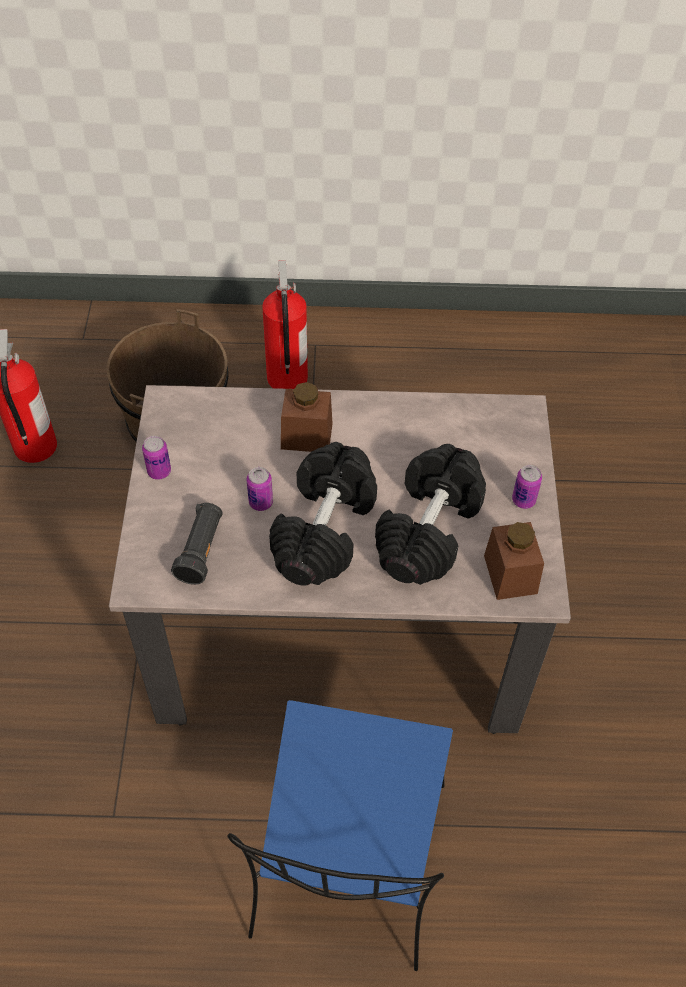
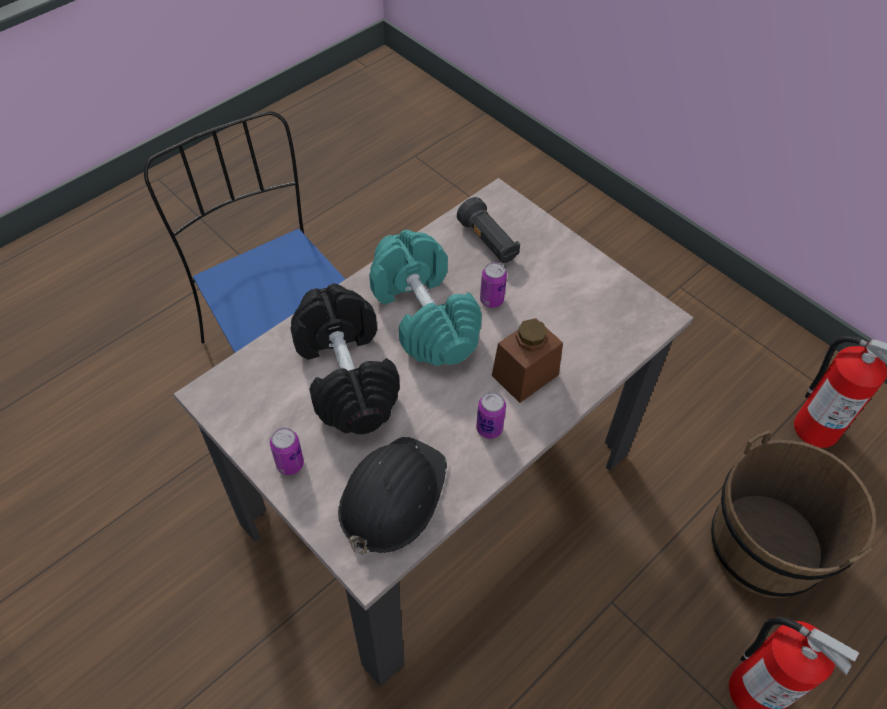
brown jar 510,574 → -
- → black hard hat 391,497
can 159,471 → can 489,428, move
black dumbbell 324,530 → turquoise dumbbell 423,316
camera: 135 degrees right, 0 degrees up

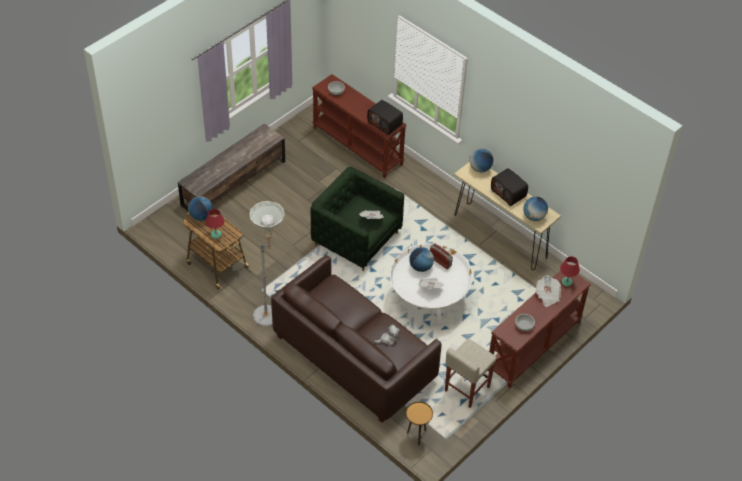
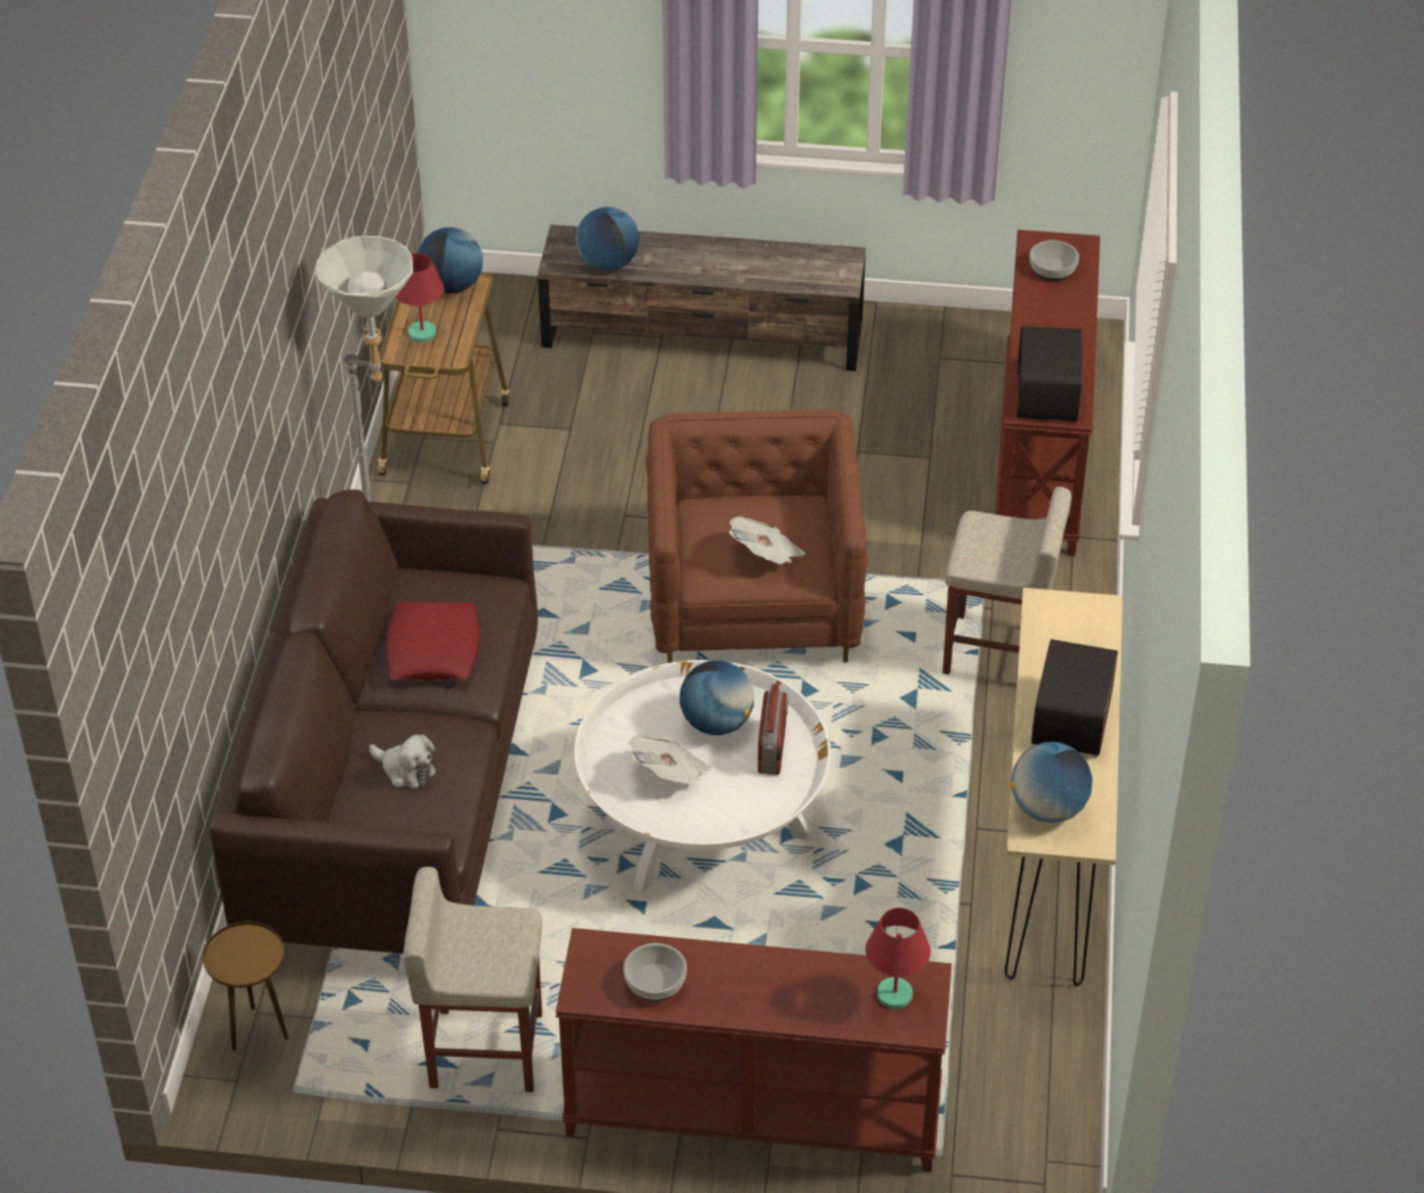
newspaper 547,296 → -
- → red pillow 433,649
- → beige stool 996,653
globe 480,168 → globe 608,264, move
green armchair 356,239 → brown armchair 753,604
camera: 55 degrees right, 5 degrees down

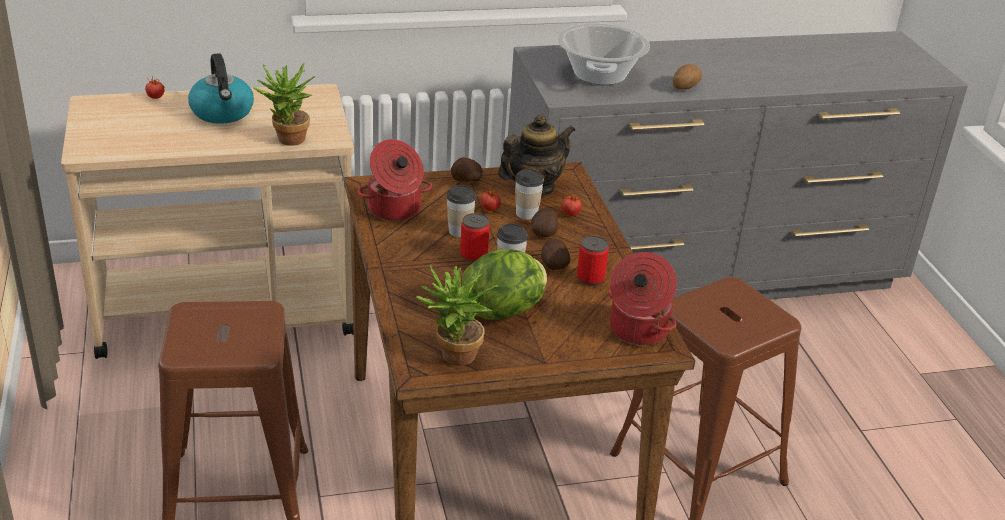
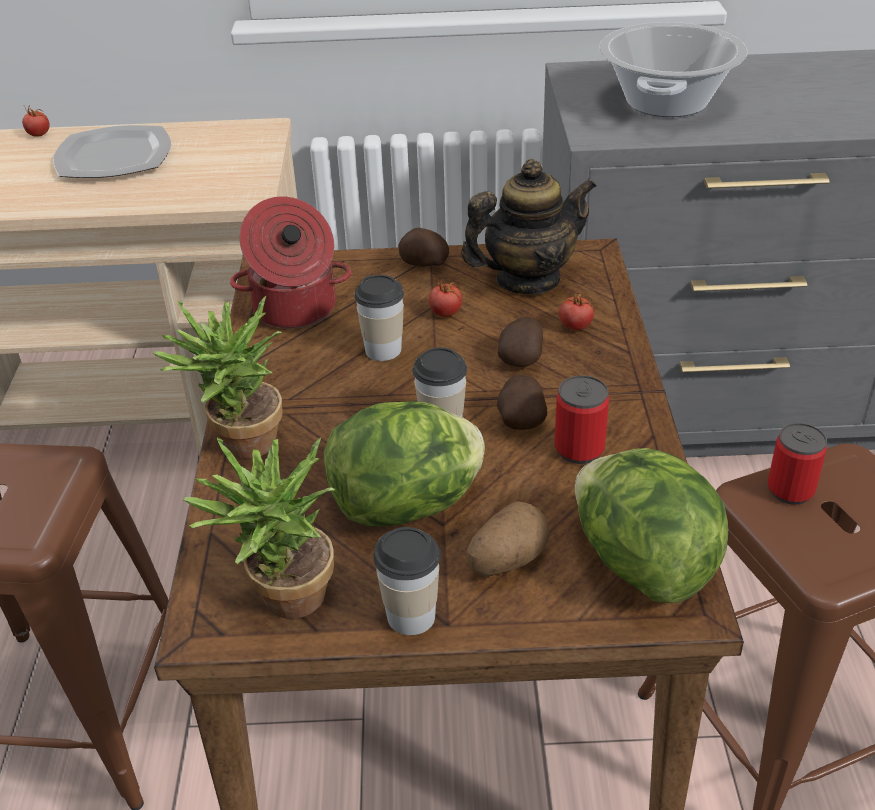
potted plant 287,141 → potted plant 240,447, move
can 474,255 → can 790,490, move
cup 526,214 → cup 411,616, move
potato 684,87 → potato 506,560, move
kettle 223,113 → plate 115,156
cooking pot 637,330 → lettuce 641,563
camera: 15 degrees right, 5 degrees up

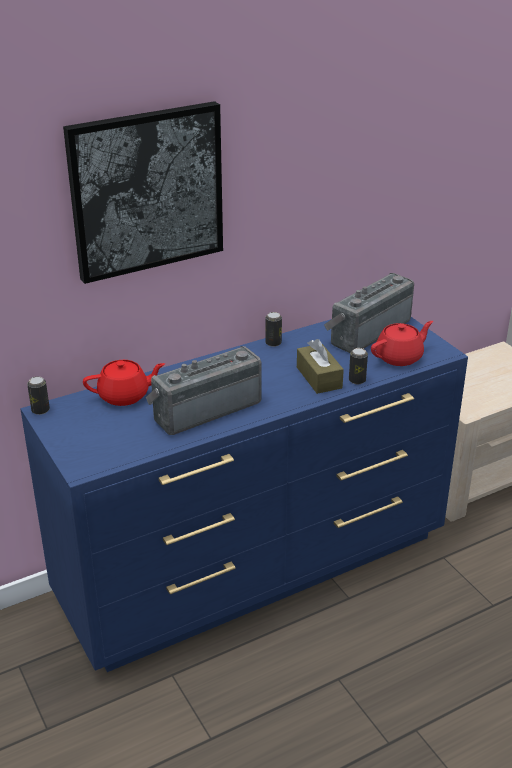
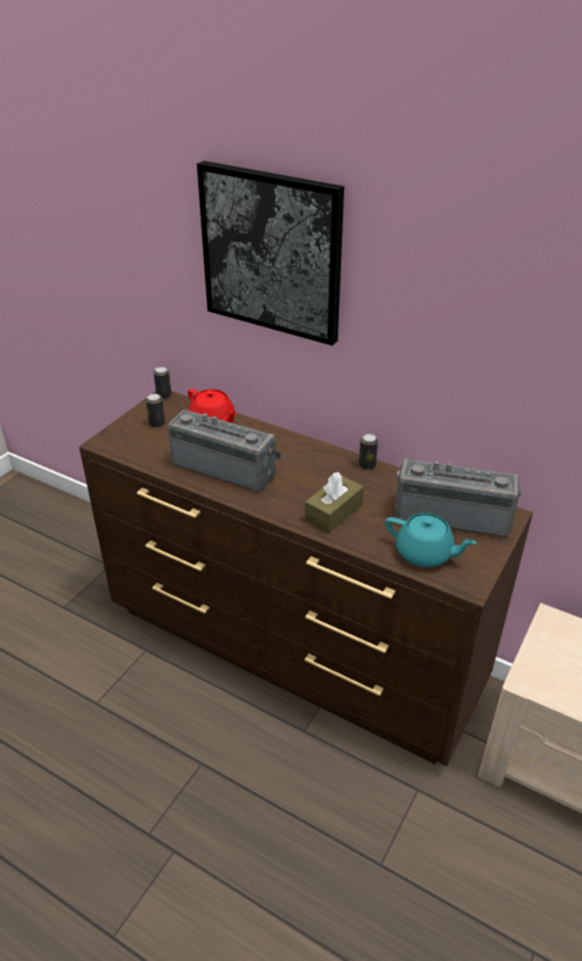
can 357,380 → can 157,424, move
blue dresser 256,567 → brown dresser 294,648
red teapot 400,357 → turquoise teapot 425,554
camera: 60 degrees right, 5 degrees up

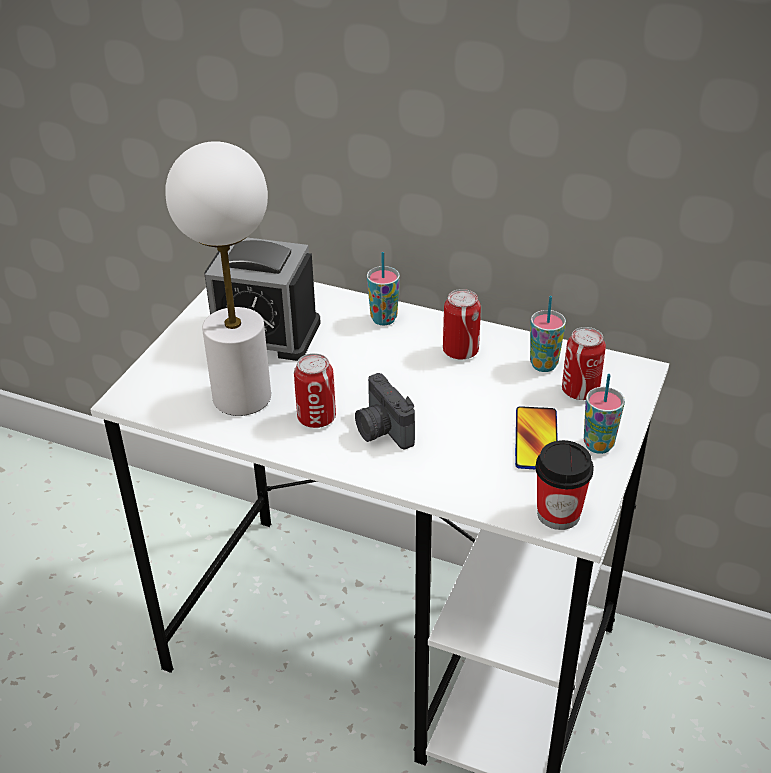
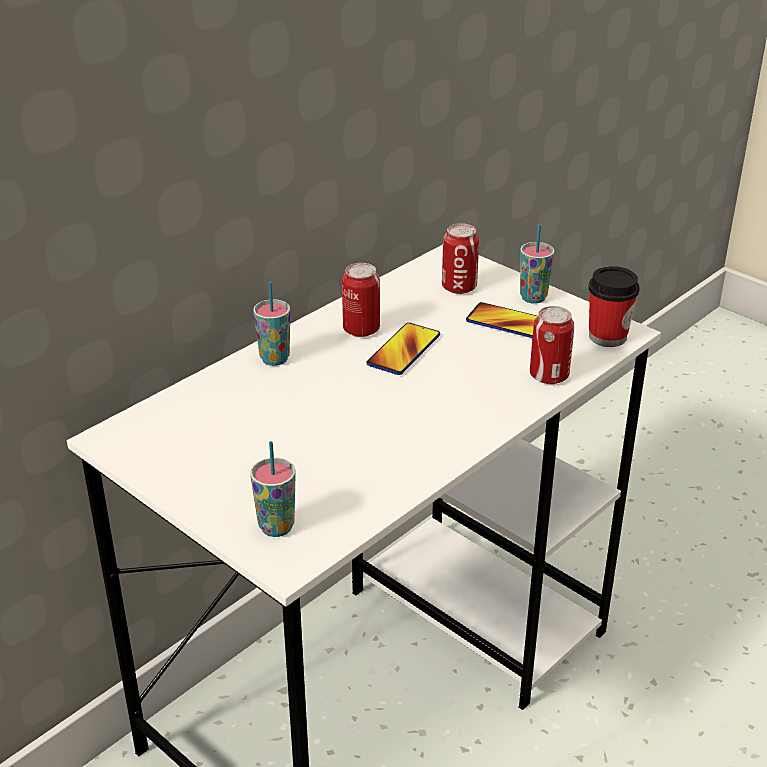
white table lamp 241,397 → -
alarm clock 265,333 → -
photo camera 382,430 → -
- → phone 404,350
can 316,418 → can 549,376, move
cup 543,365 → cup 276,527, move
camera: 70 degrees left, 5 degrees down

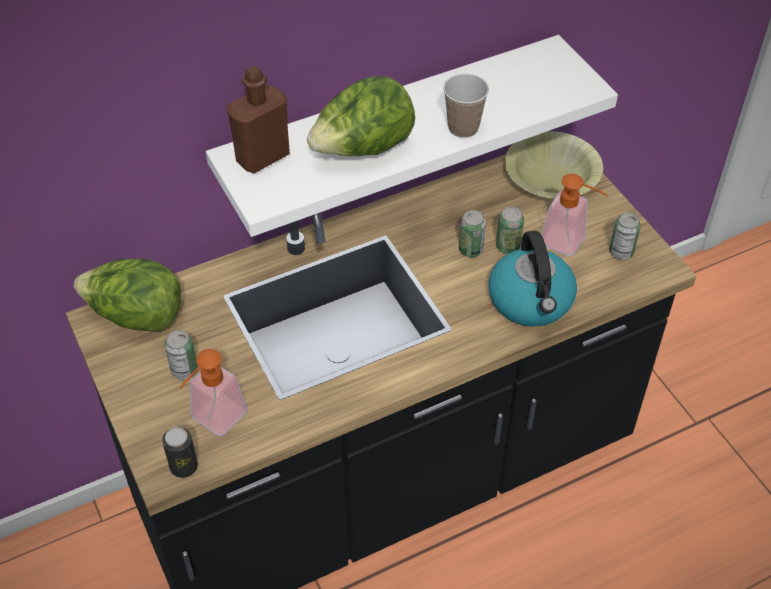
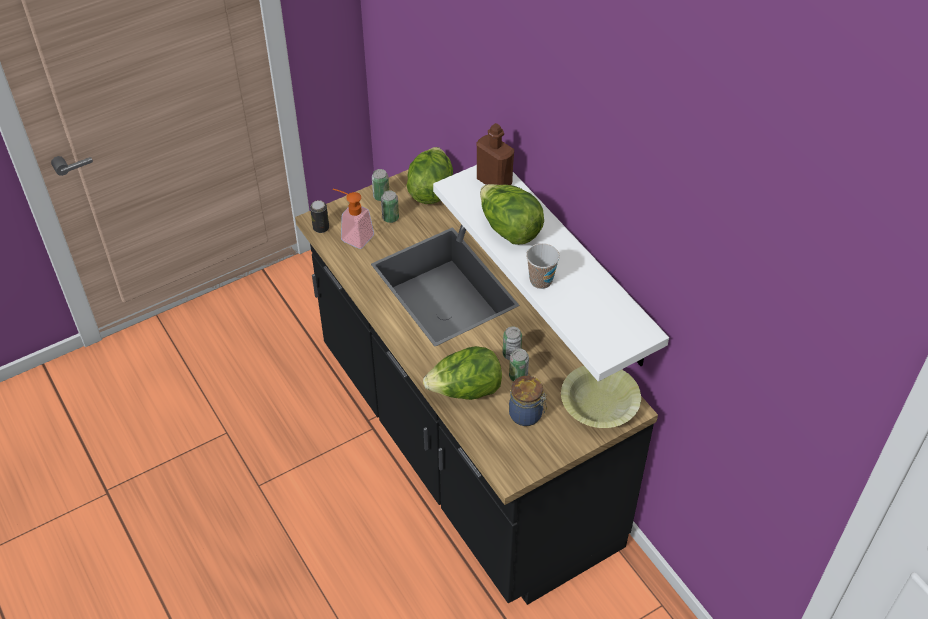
can 621,252 → can 381,196, move
kettle 531,301 → lettuce 465,391
soap dispenser 570,243 → jar 527,415
camera: 85 degrees right, 0 degrees up

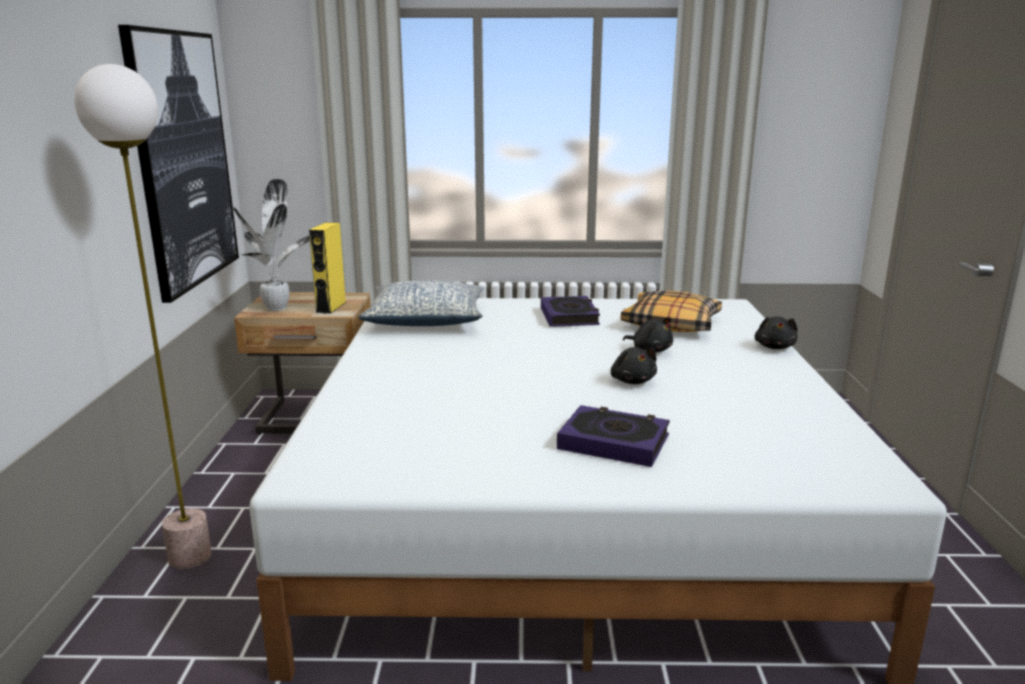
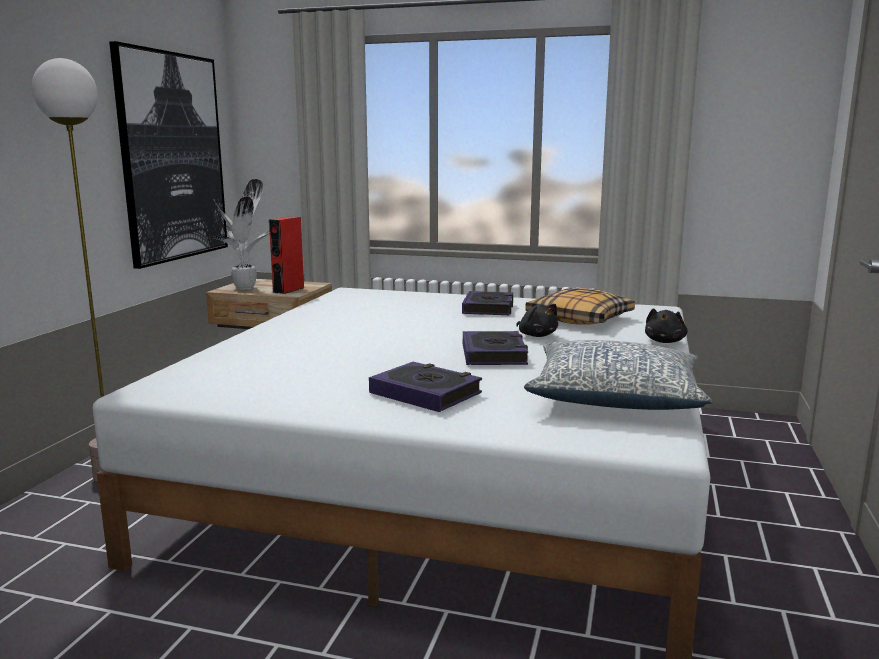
pillow 426,320 → pillow 615,397, move
black plush toy 632,381 → book 494,354
yellow speaker 331,307 → red speaker 288,290
camera: 15 degrees right, 5 degrees down

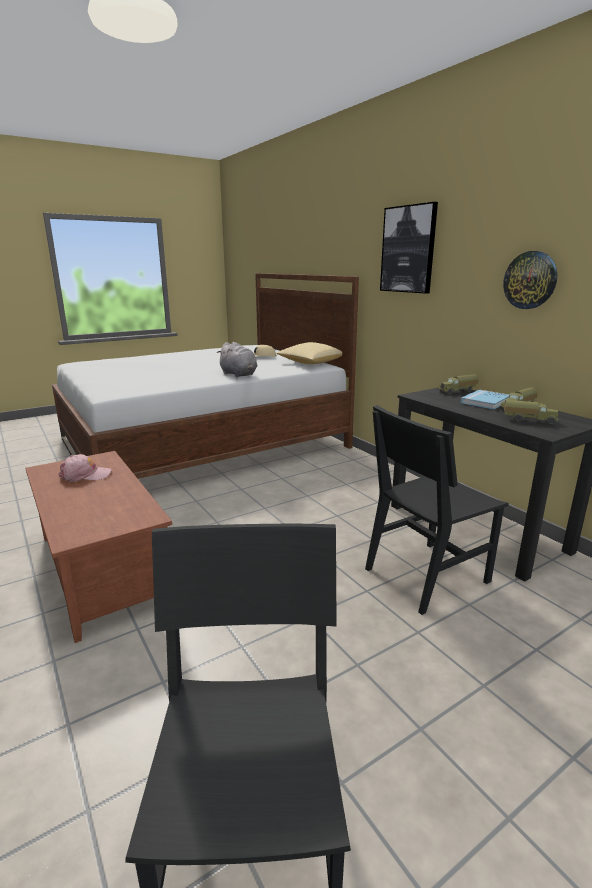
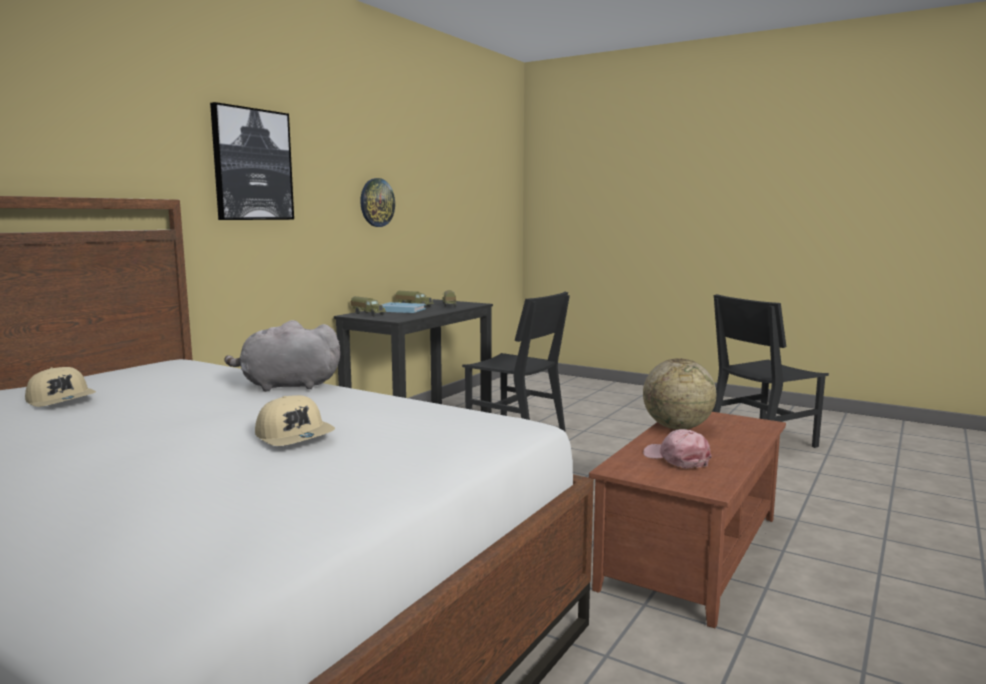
pillow 310,363 → -
- → beige cap 295,436
- → globe 677,427
grey plush toy 239,375 → grey plush toy 286,386, 120 degrees counterclockwise
camera: 115 degrees left, 10 degrees down

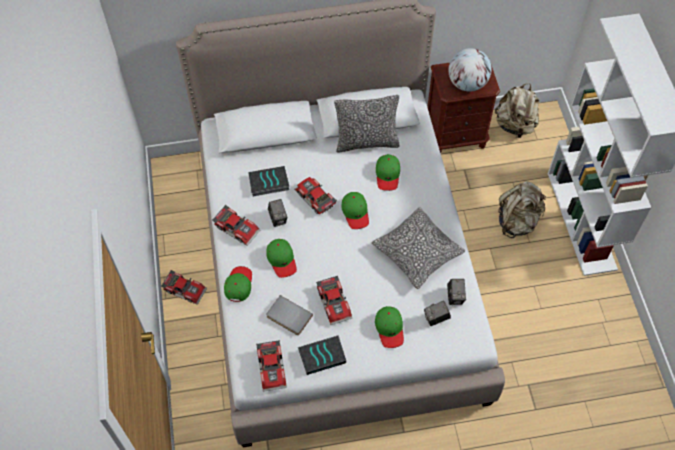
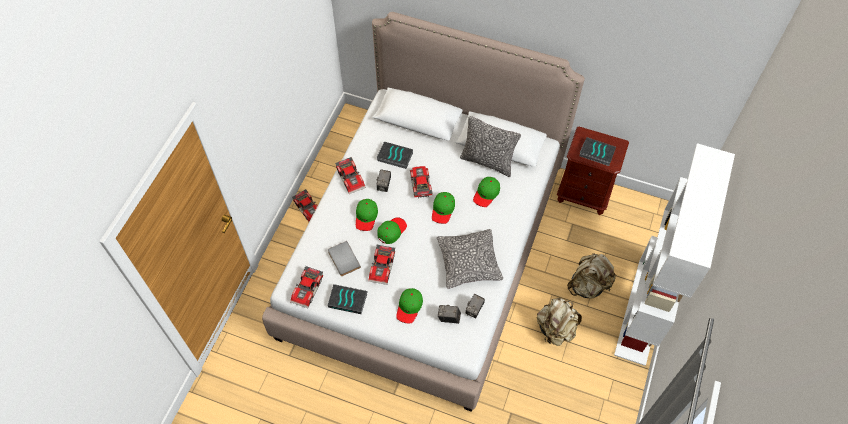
green cap 238,285 → green cap 391,231, move
beige backpack 515,125 → beige backpack 555,329, move
globe 467,83 → book 596,153
camera: 30 degrees right, 0 degrees up

